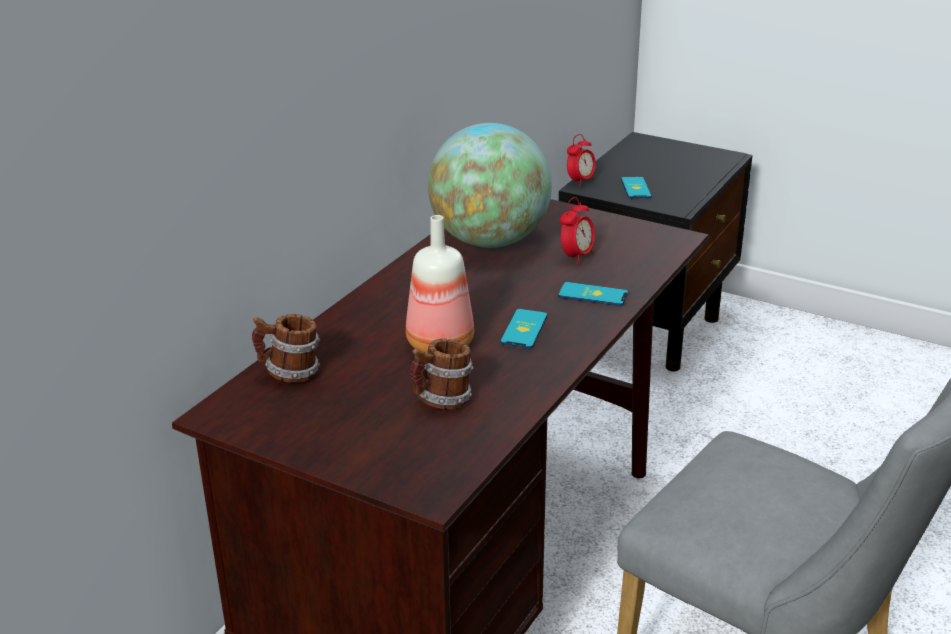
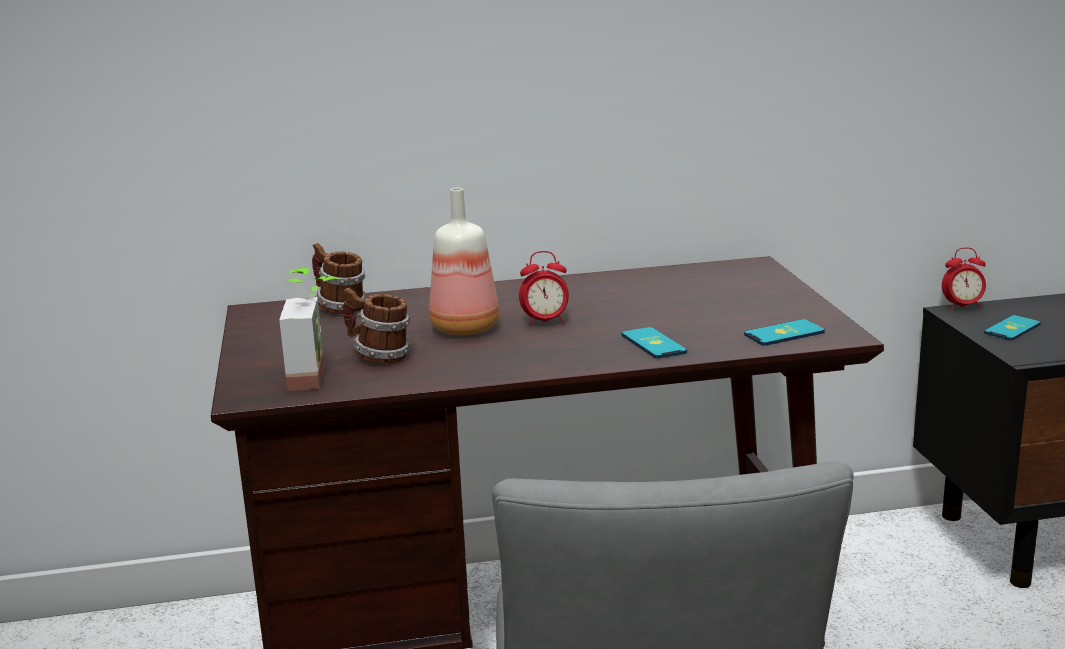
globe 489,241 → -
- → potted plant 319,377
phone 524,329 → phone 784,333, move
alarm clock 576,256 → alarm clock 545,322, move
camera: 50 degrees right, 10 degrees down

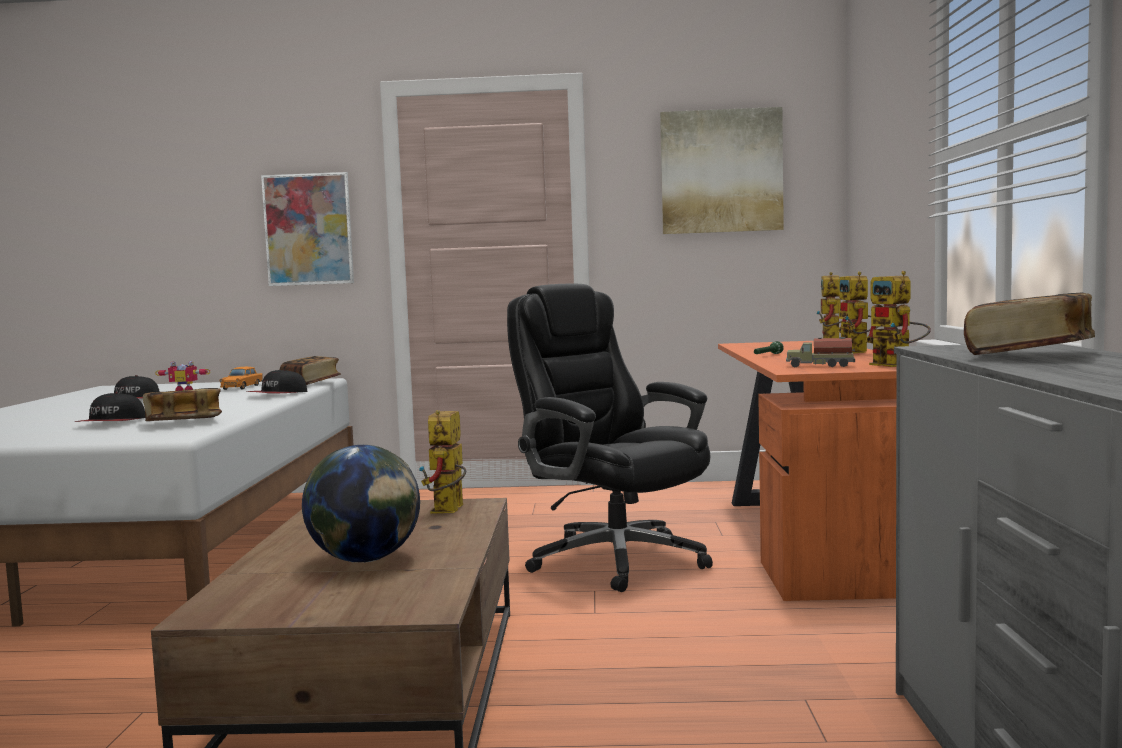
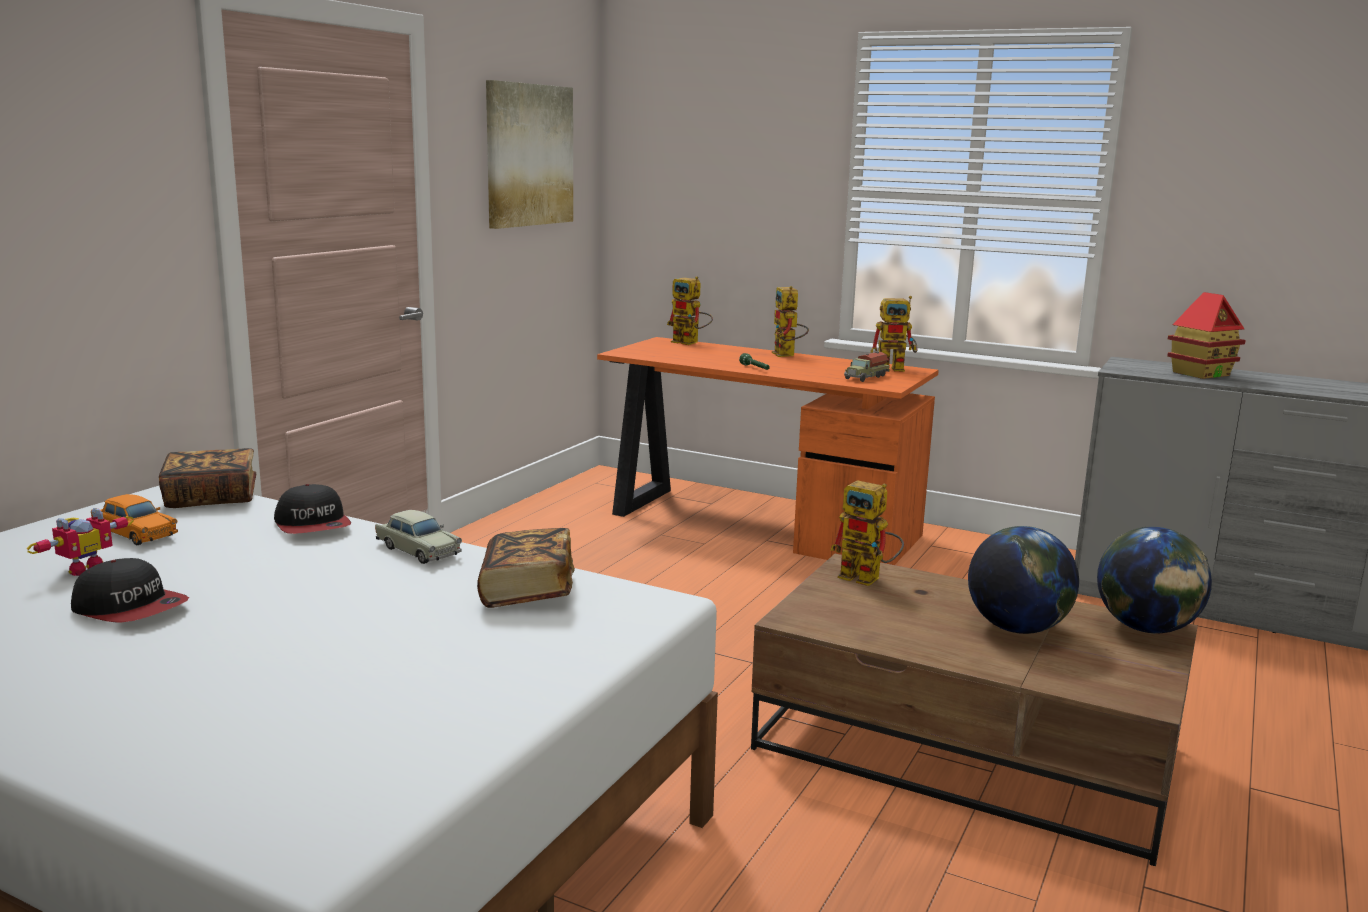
cap 112,423 → -
picture 308,229 → -
black office chair 614,559 → -
- → beige toy car 418,550
- → globe 1146,629
book 1030,355 → toy house 1200,374
toy robot 858,352 → toy robot 787,355, 60 degrees clockwise
camera: 65 degrees left, 10 degrees up

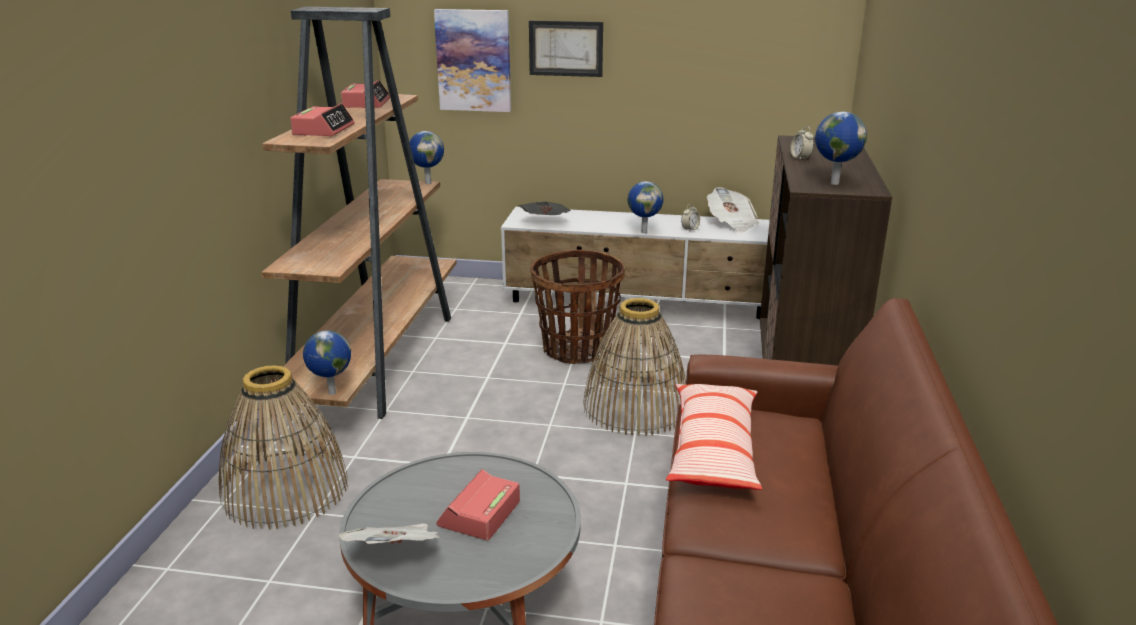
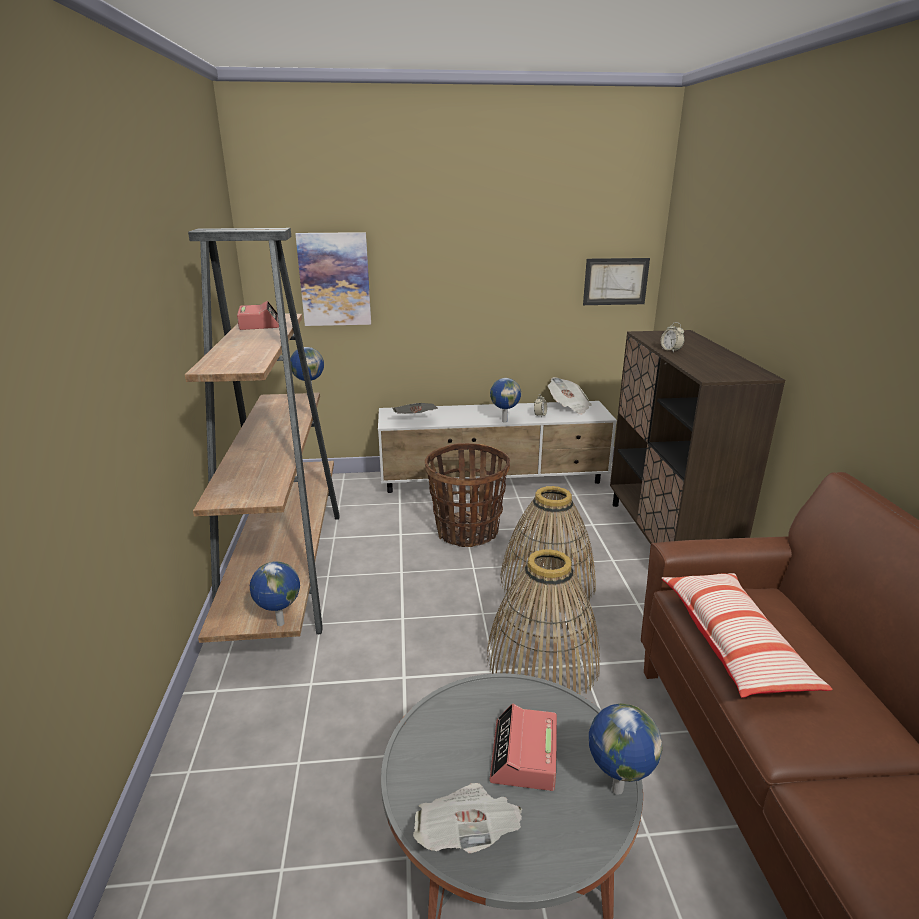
alarm clock 323,130 → -
basket 285,490 → basket 542,661, move
picture 566,48 → picture 615,281, move
globe 833,183 → globe 616,789, move
camera: 15 degrees left, 0 degrees up

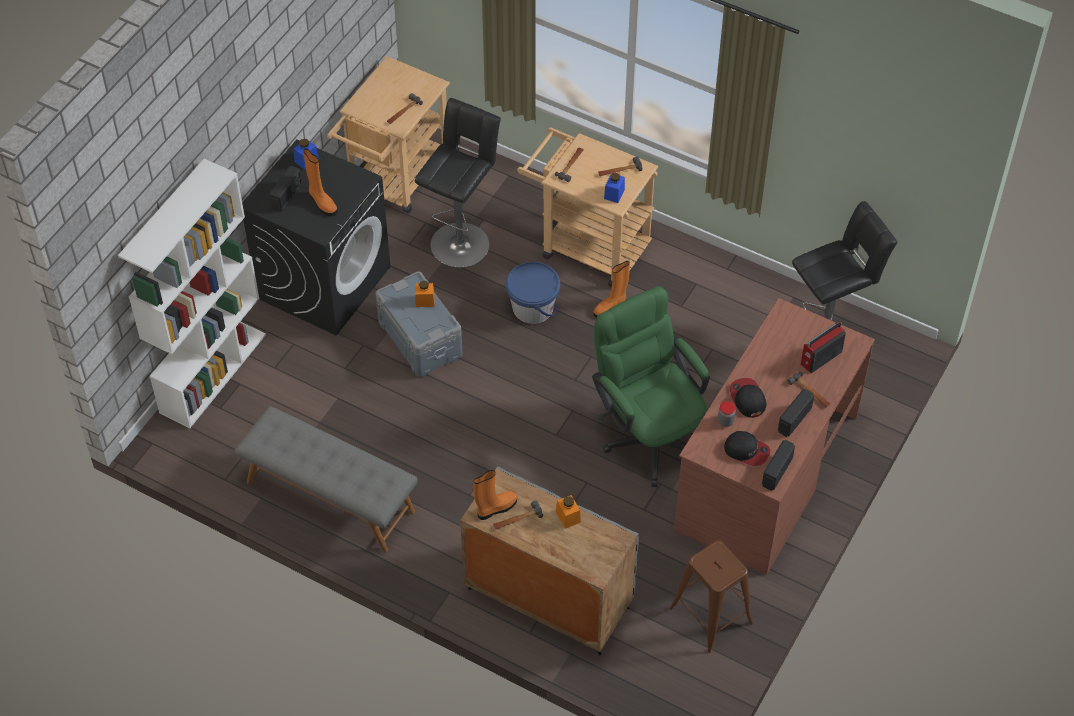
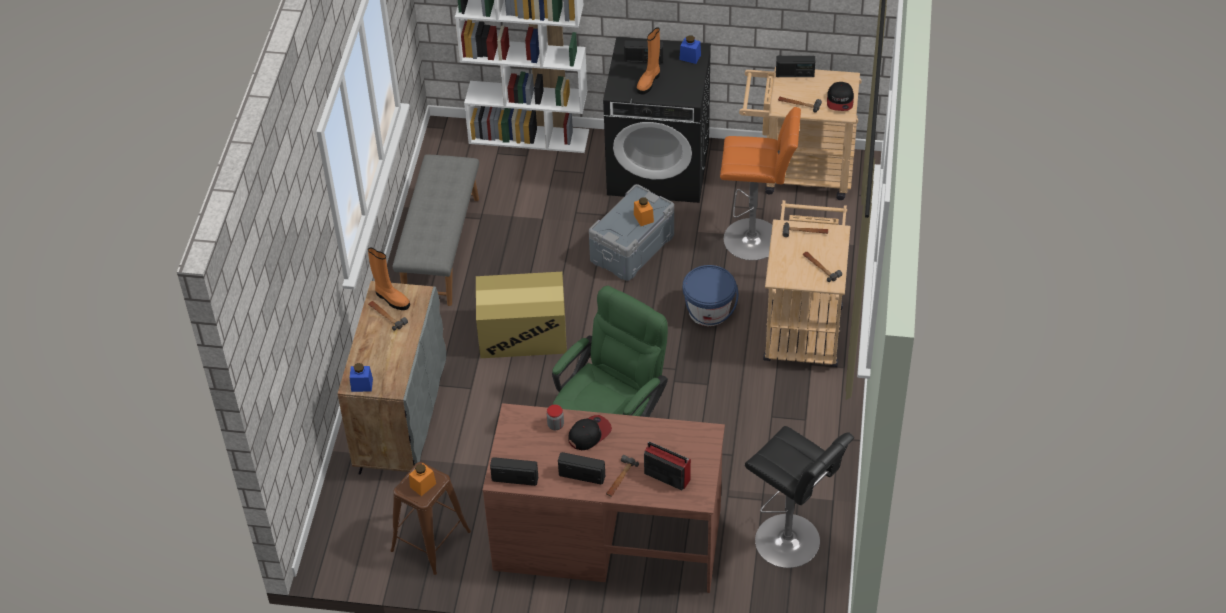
orange boot 611,307 → -
- → cardboard box 523,333
- → radio 795,74
orange jar 568,517 → orange jar 423,485, move
blue jar 614,194 → blue jar 362,385, move
cap 746,451 → cap 840,100, move
black stool 462,241 → orange stool 756,239
camera: 70 degrees right, 5 degrees down

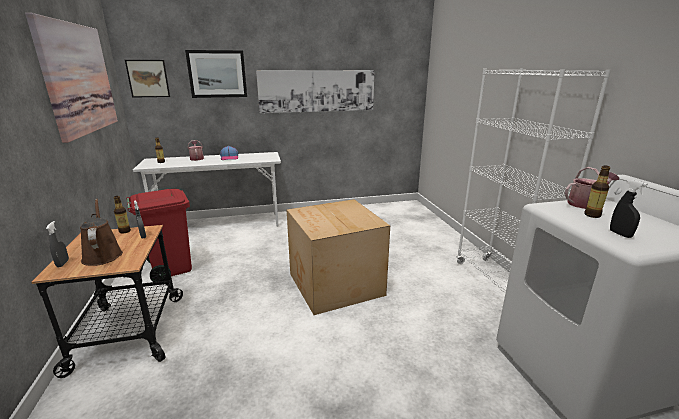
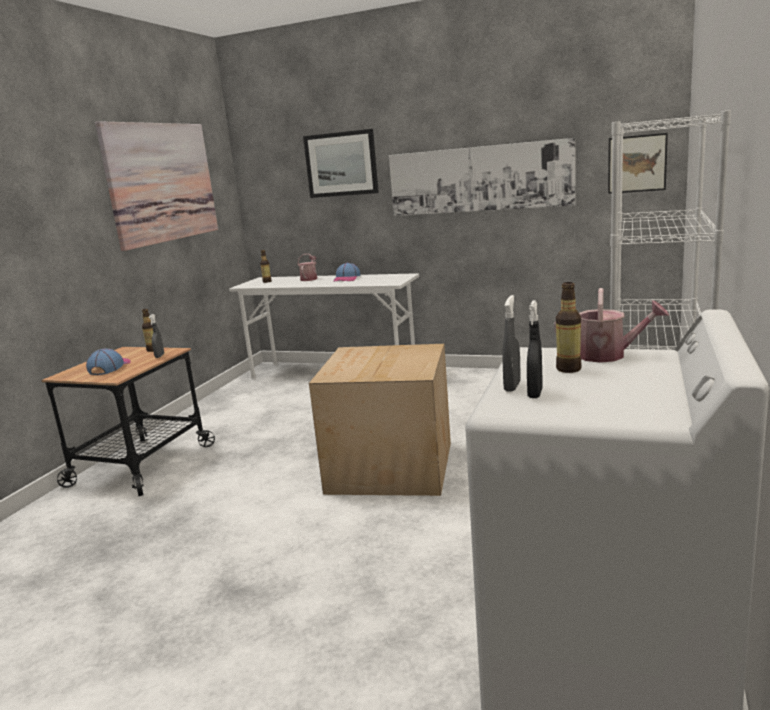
red trash can 171,269 → -
grey spray bottle 62,263 → grey spray bottle 512,386, move
picture 148,78 → picture 637,163, move
brown watering can 102,255 → cap 109,367
camera: 35 degrees right, 5 degrees down

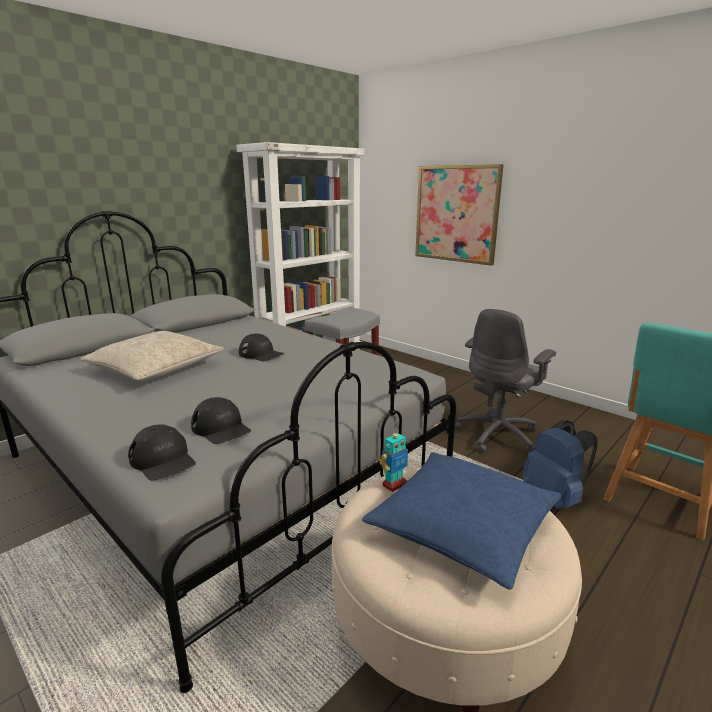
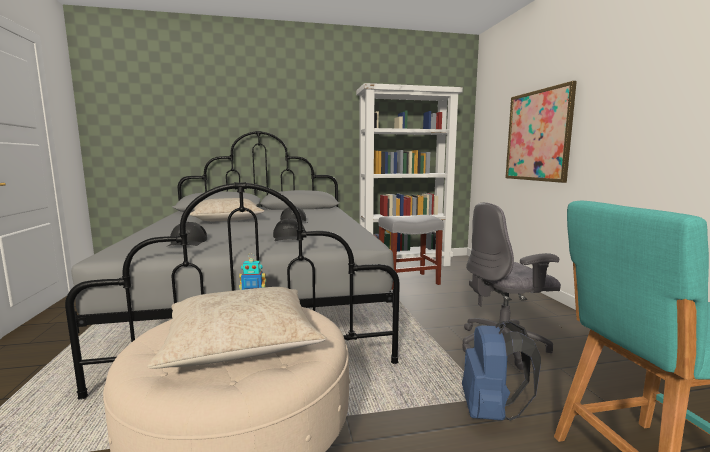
black cap 163,460 → black cap 289,237, move
blue pillow 462,527 → beige pillow 241,341
camera: 35 degrees right, 10 degrees down

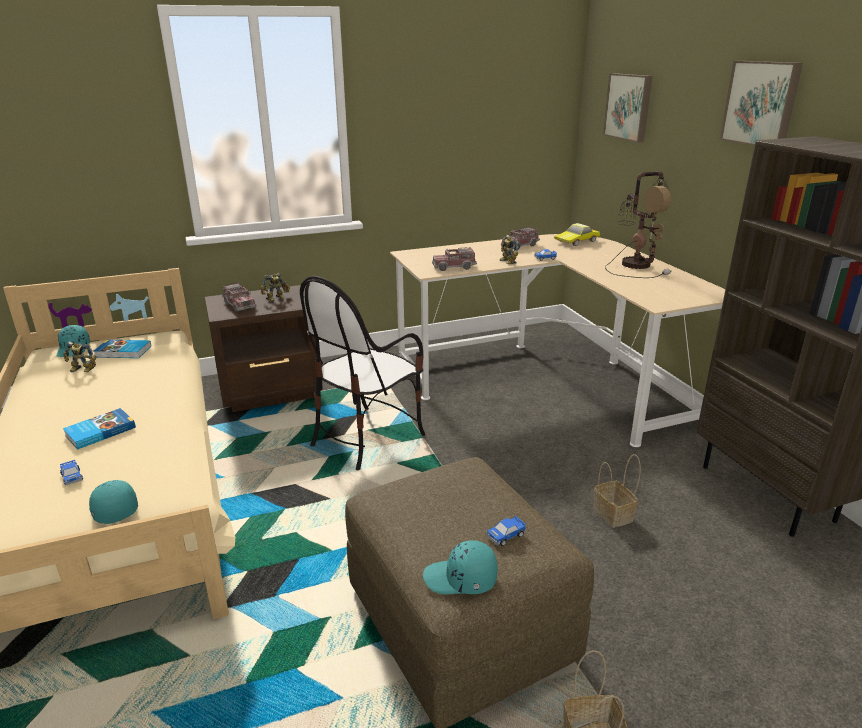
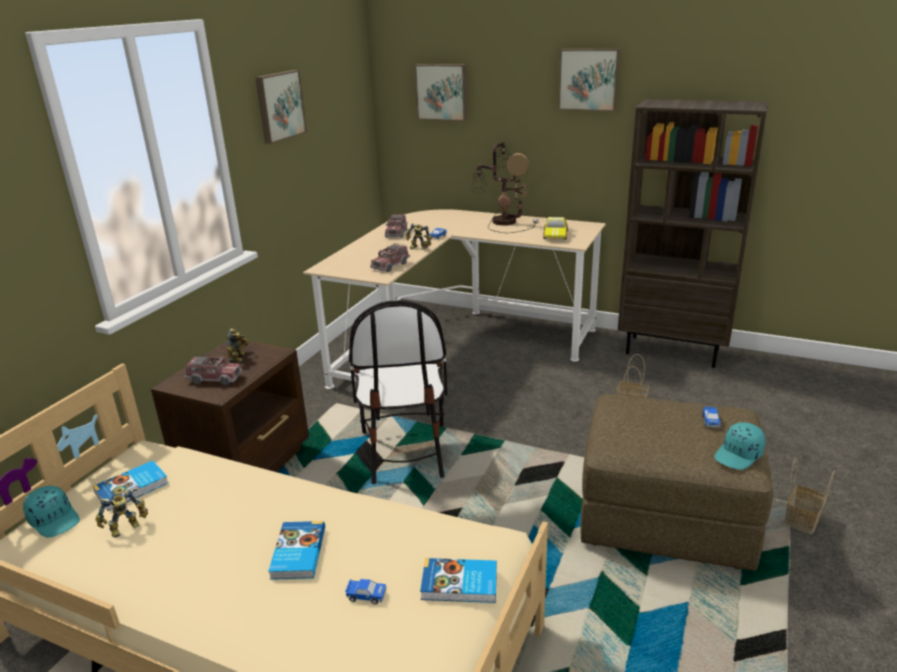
- → picture 279,106
toy car 577,241 → toy car 556,234, move
turquoise cap 112,509 → book 460,584
camera: 45 degrees left, 0 degrees up

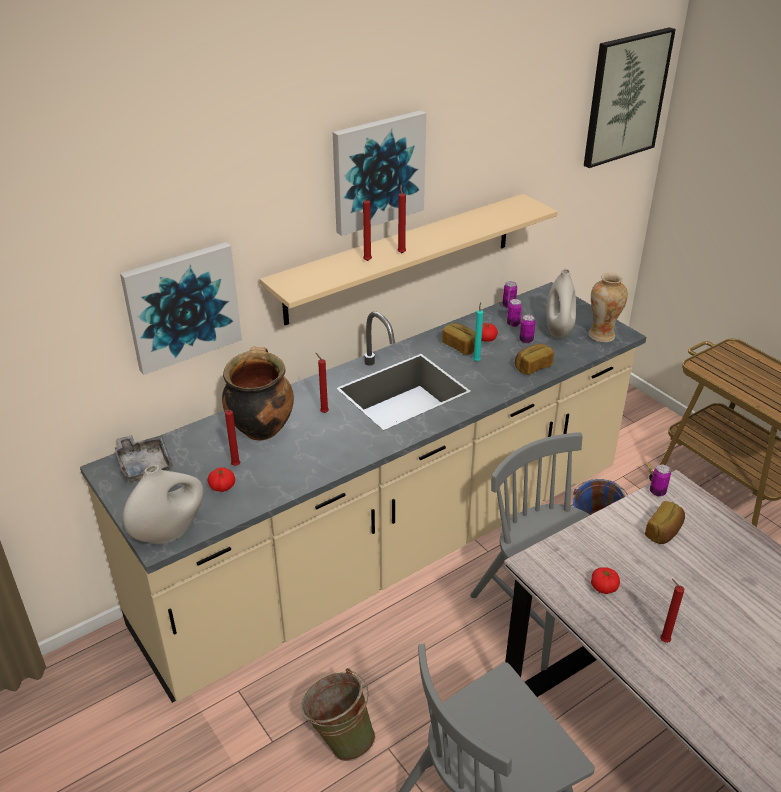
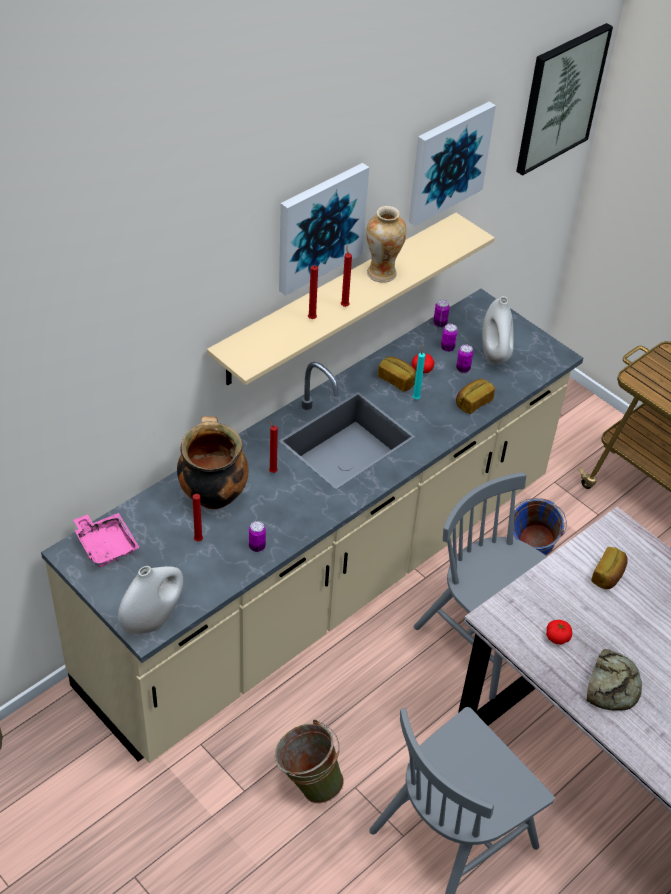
tomato 222,487 → -
picture 182,306 → picture 448,162, move
vase 602,335 → vase 382,273, move
can 657,492 → can 257,546, move
red candle 663,640 → bread 612,685
grey tray 144,464 → pink tray 106,545
camera: 10 degrees left, 10 degrees up

